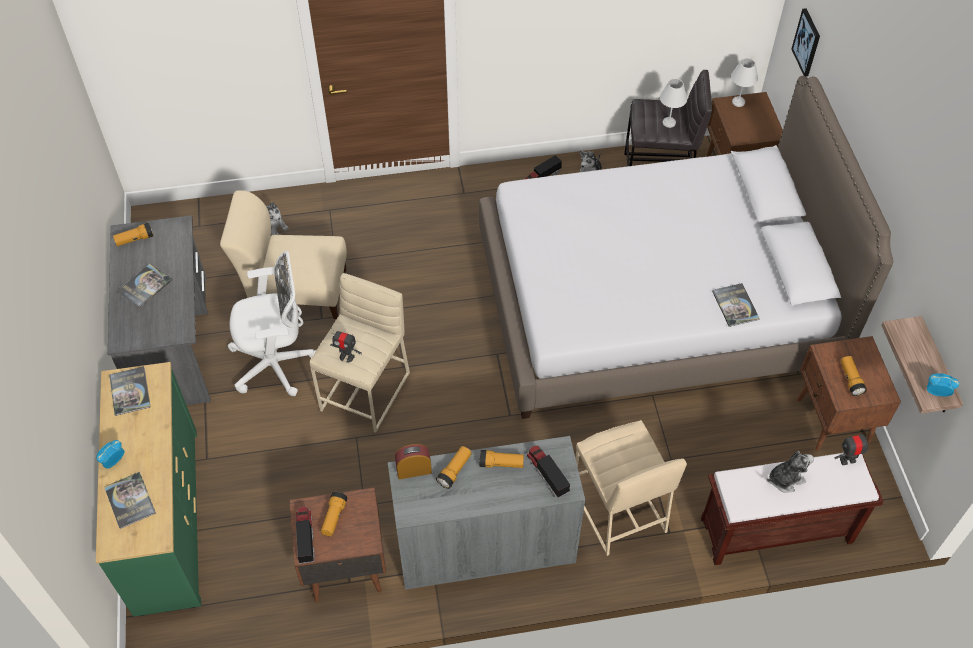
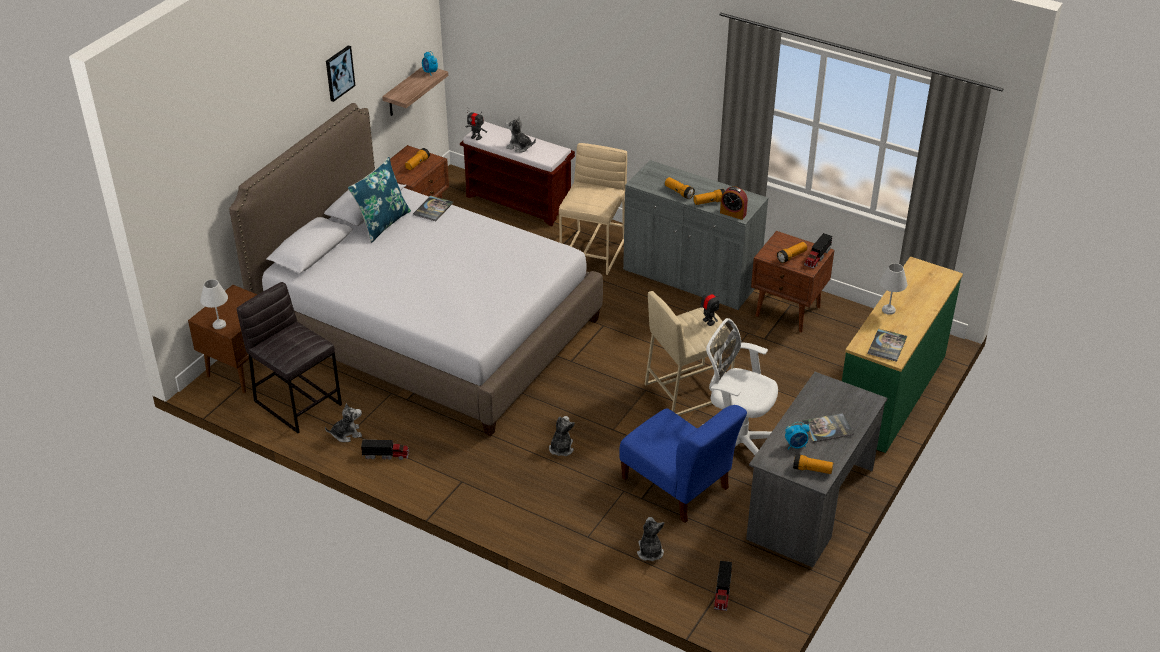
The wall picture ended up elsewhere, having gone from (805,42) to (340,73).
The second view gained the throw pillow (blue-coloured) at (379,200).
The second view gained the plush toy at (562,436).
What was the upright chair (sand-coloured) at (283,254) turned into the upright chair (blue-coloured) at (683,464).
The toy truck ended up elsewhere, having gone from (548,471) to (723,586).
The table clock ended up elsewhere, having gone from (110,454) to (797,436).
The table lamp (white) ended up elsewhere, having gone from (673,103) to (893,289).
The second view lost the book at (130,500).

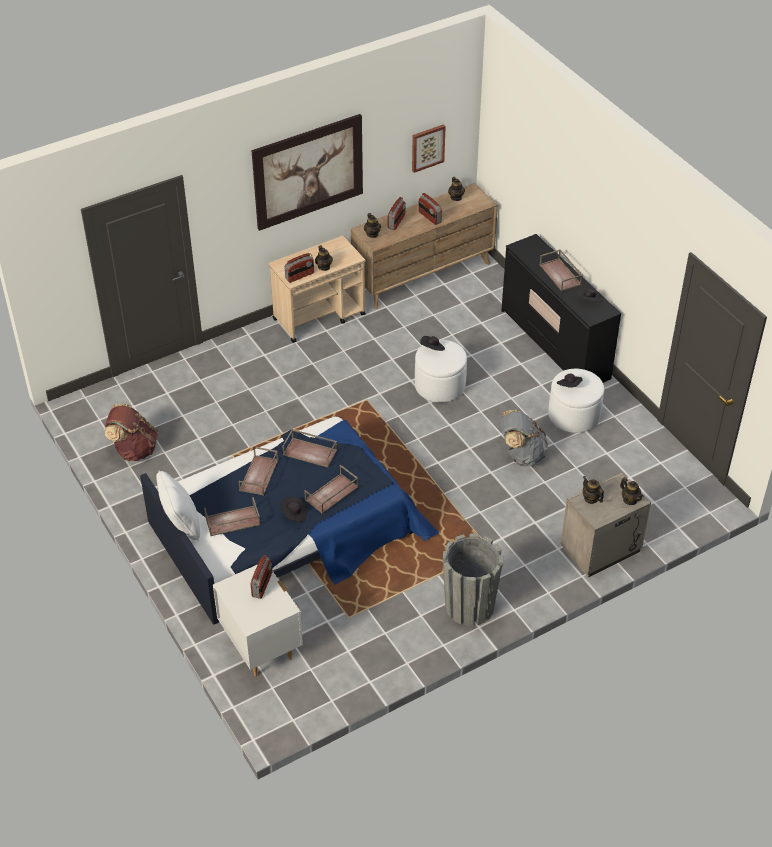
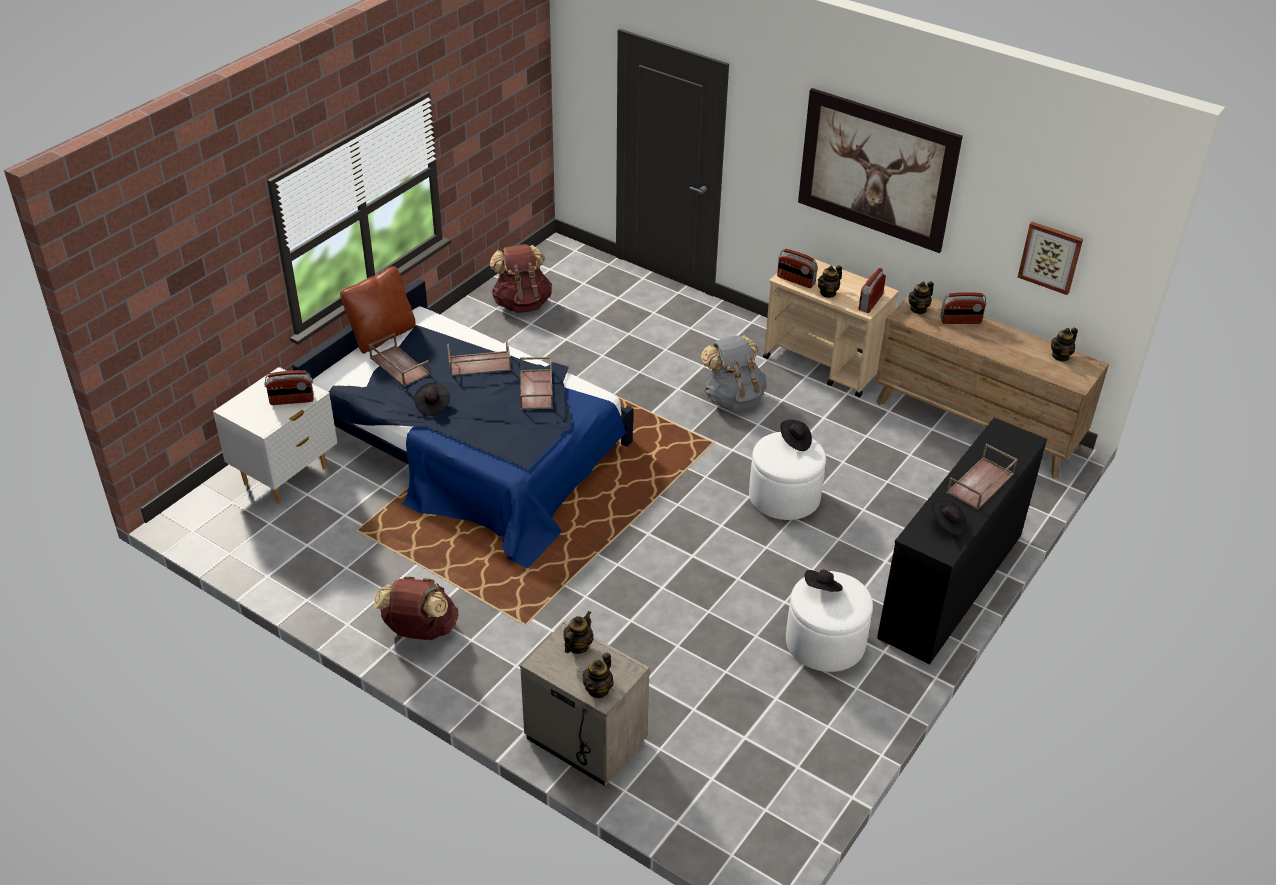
What was the throw pillow (white) at (178,506) turned into the throw pillow (brownish) at (378,310).
Where the planter (greyish) stood at (473,579), the rucksack (brownish) came to stand at (416,608).
The rucksack (greyish) ended up elsewhere, having gone from (524,438) to (734,373).
The radio receiver ended up elsewhere, having gone from (430,209) to (872,290).
The second view lost the tray (brownish) at (331,489).

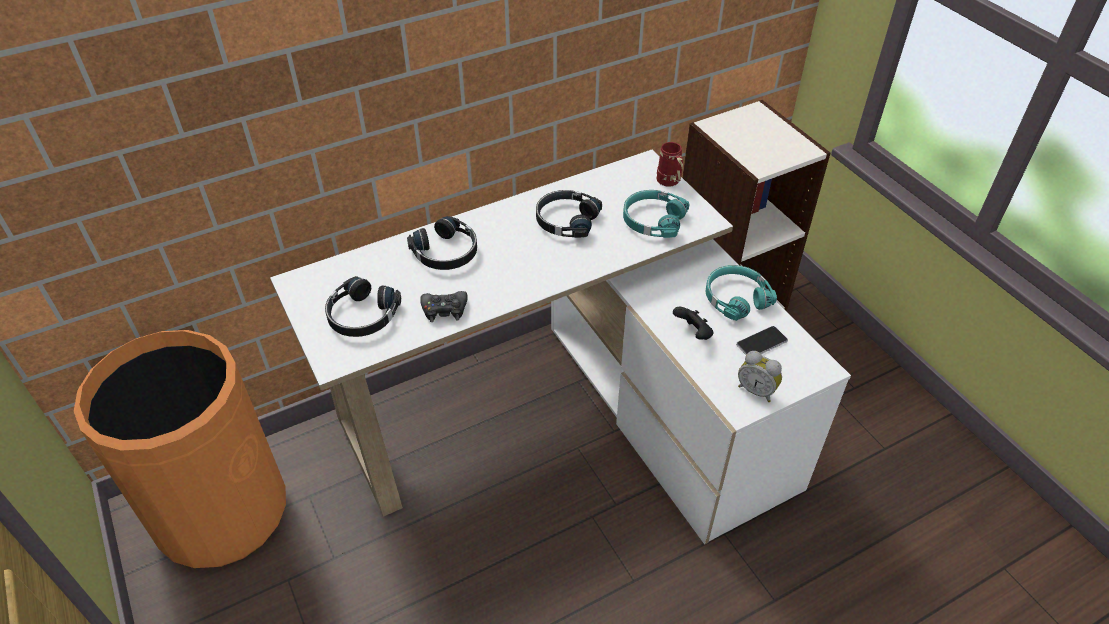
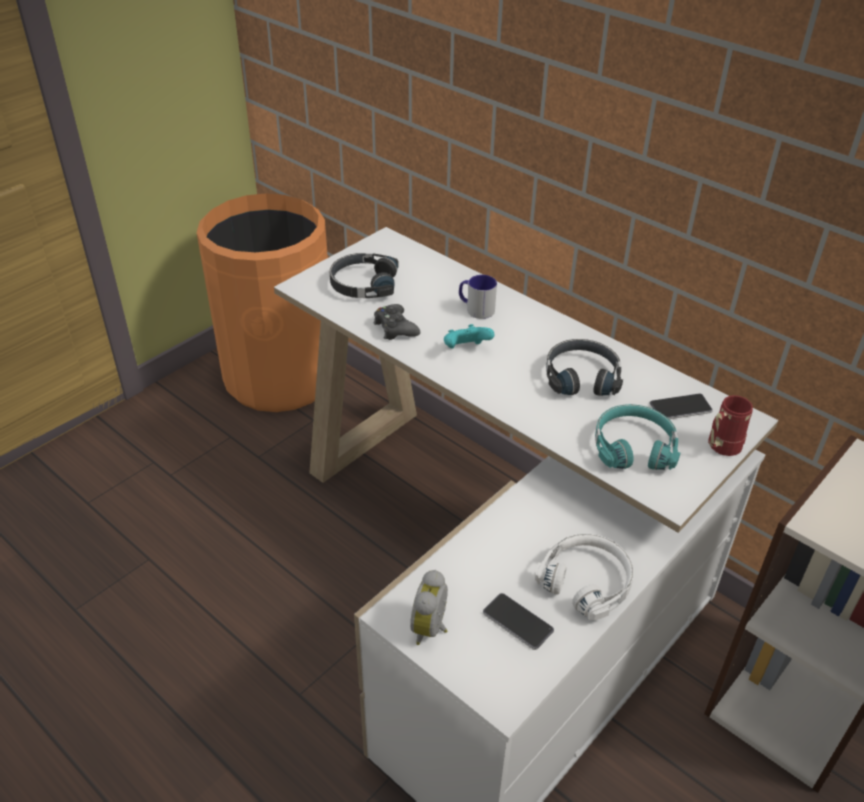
The second view gained the joypad (turquoise) at (469,336).
Where the headset (black) stood at (442,243), the tea mug came to stand at (478,297).
What was the headset (turquoise) at (741,293) turned into the headset (white) at (584,577).
The second view gained the phone at (681,406).
The second view lost the joypad (black) at (693,323).

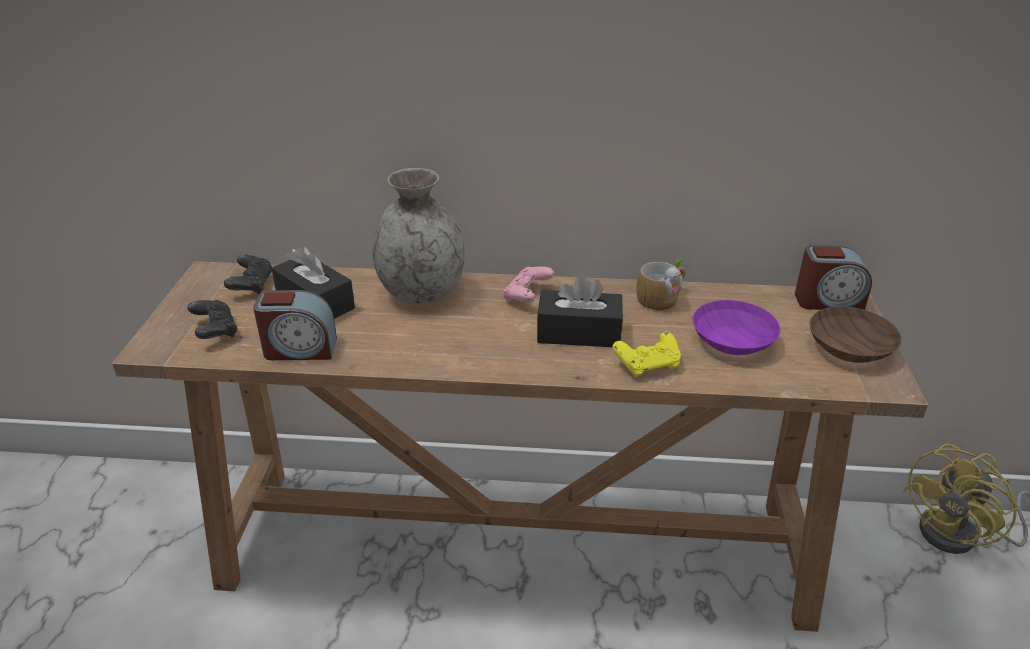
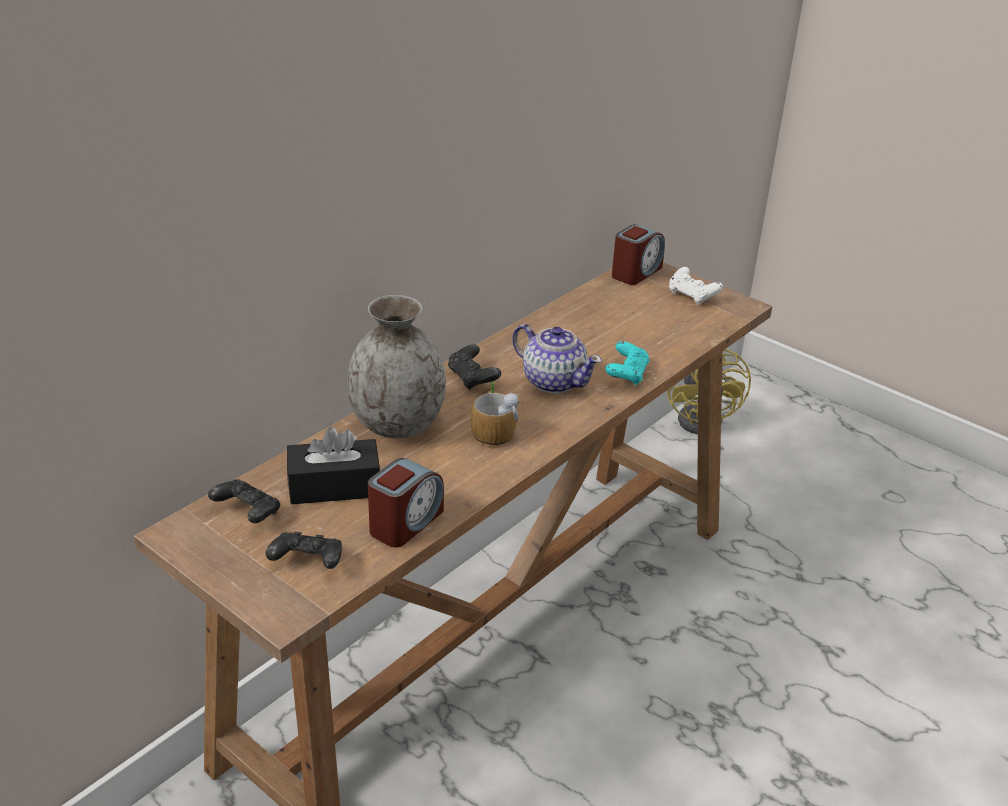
What was the joypad (pinkish) at (528,285) turned into the joypad (black) at (474,367).
The tea mug ended up elsewhere, having gone from (660,284) to (495,414).
Where the tissue box (black) stood at (580,311), the pot for tea came to stand at (557,358).
What was the joypad (yellowish) at (647,354) turned into the joypad (turquoise) at (627,363).
Where the serving bowl (brownish) stood at (855,335), the joypad (white) came to stand at (696,286).
The second view lost the serving bowl (purple-coloured) at (736,327).

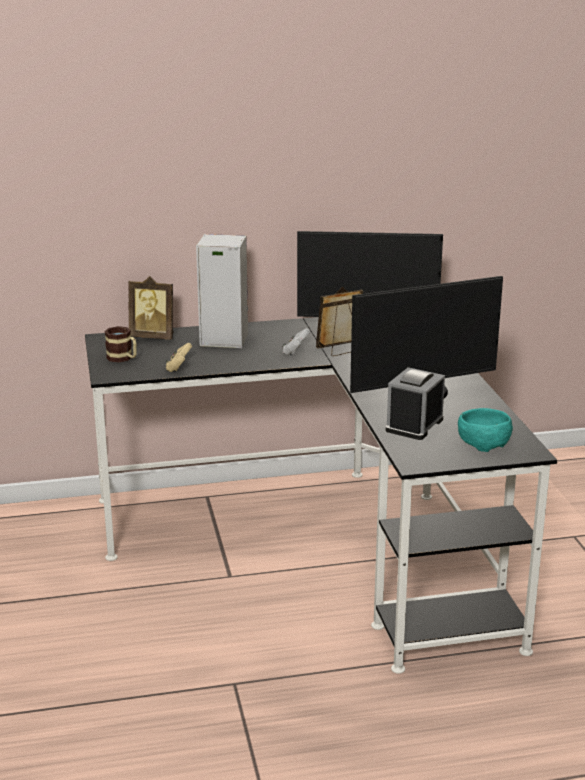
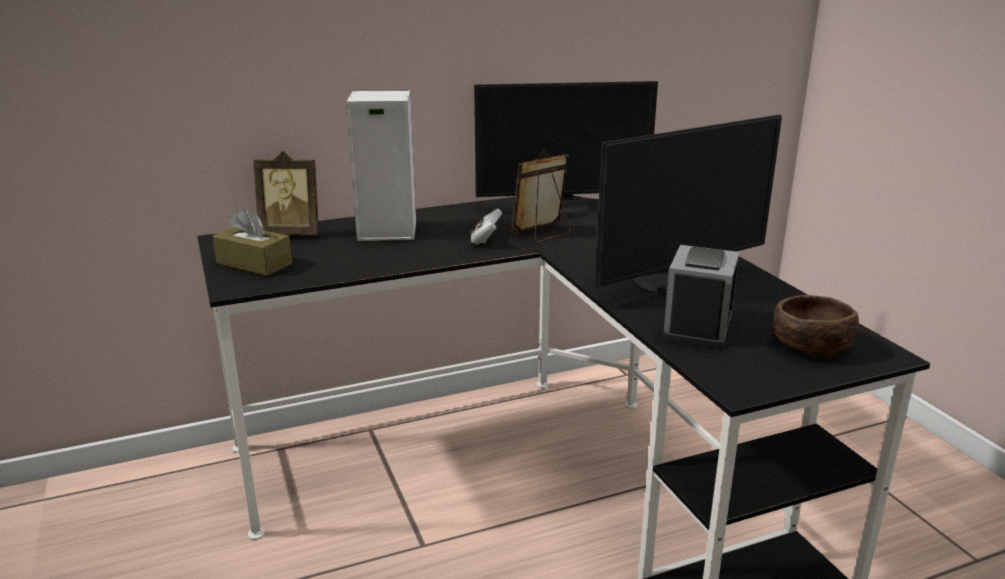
Where the tea mug stood at (121,344), the tissue box (brownish) came to stand at (252,242).
What was the serving bowl (turquoise) at (485,430) turned into the serving bowl (brownish) at (816,327).
The second view lost the joypad (sand-coloured) at (178,357).

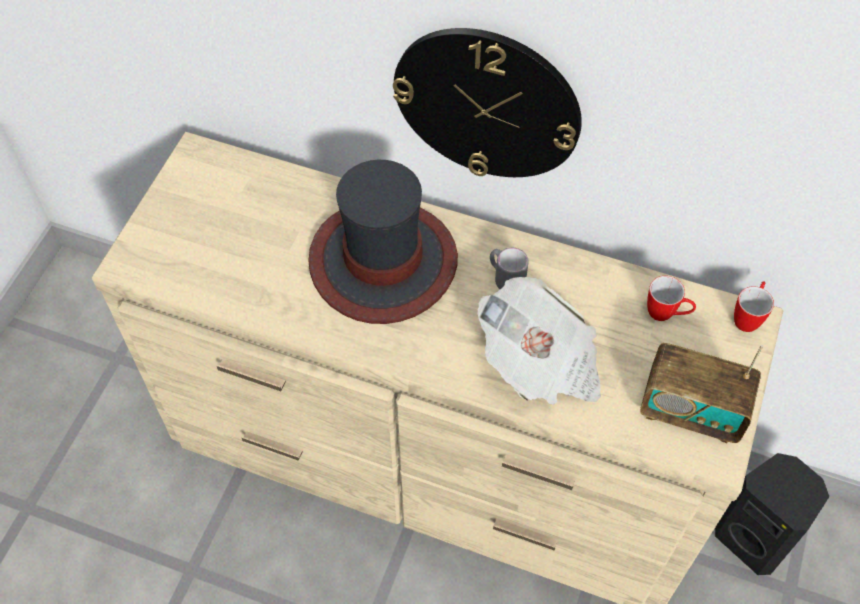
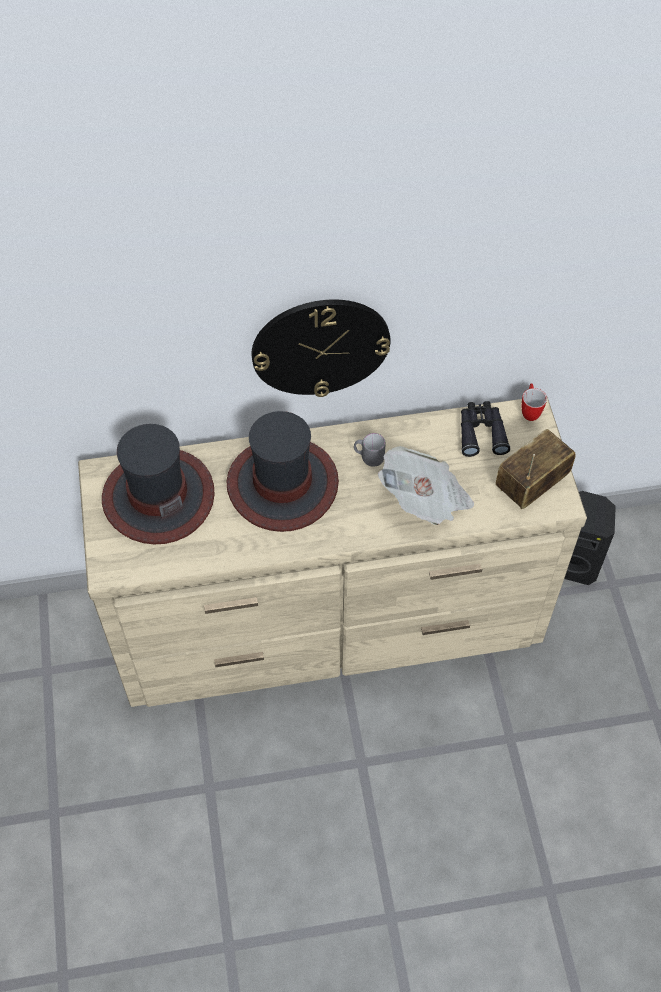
The second view gained the clothing hat at (158,484).
Where the tea mug stood at (671,298), the field glasses (black) came to stand at (485,429).
The radio receiver at (701,393) ended up facing another way, 150 degrees clockwise from before.

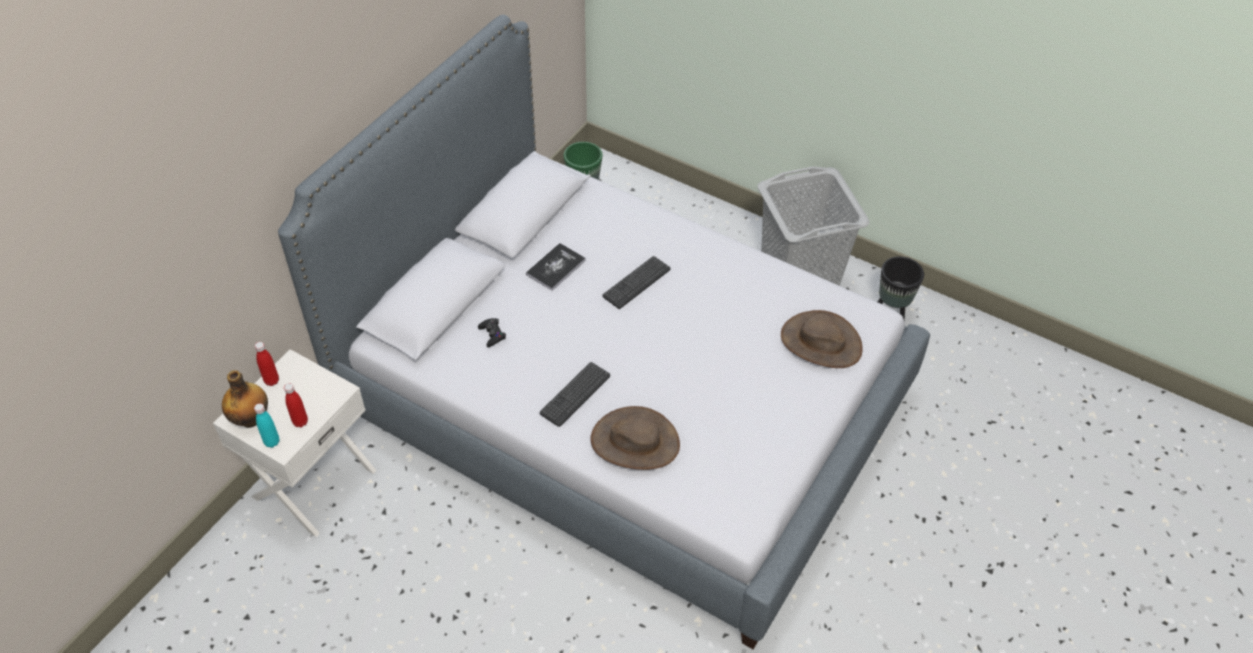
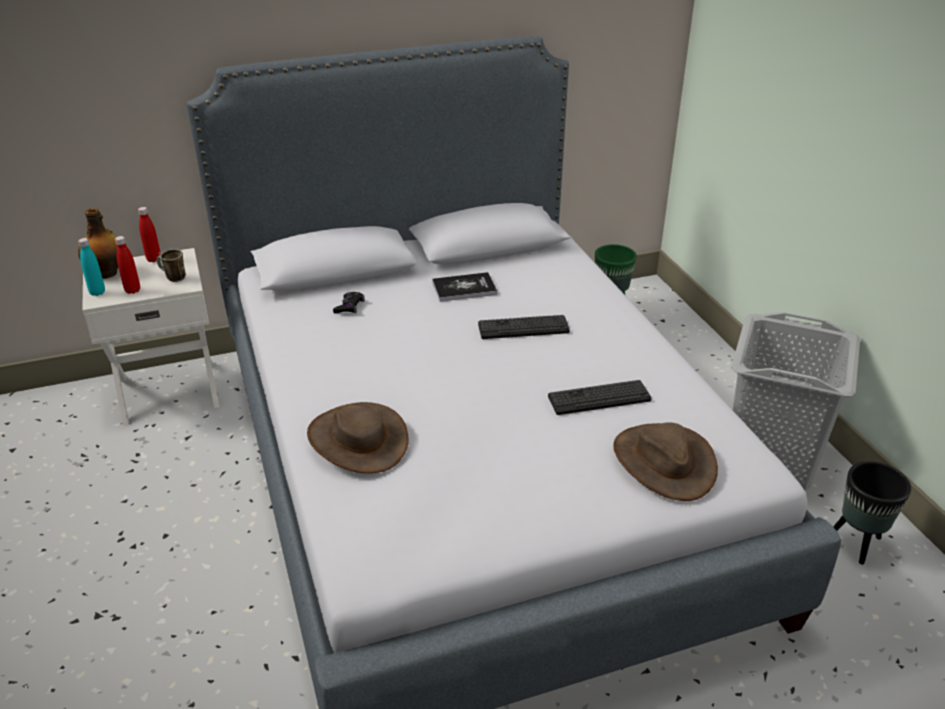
The second view gained the tea mug at (171,265).
The computer keyboard ended up elsewhere, having gone from (575,394) to (600,397).

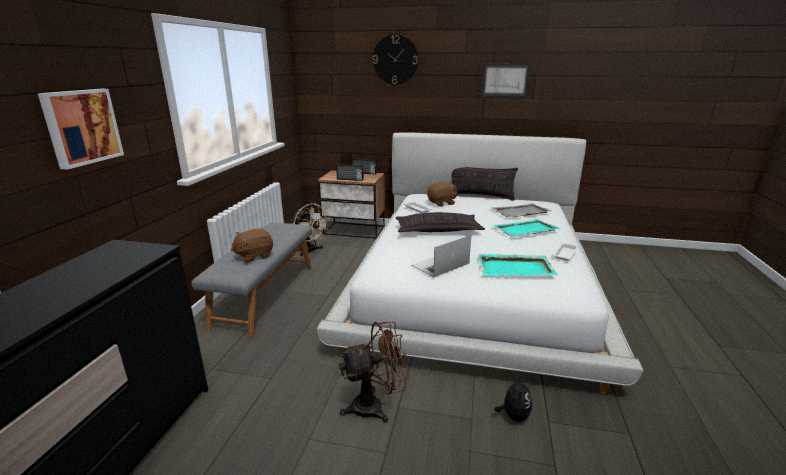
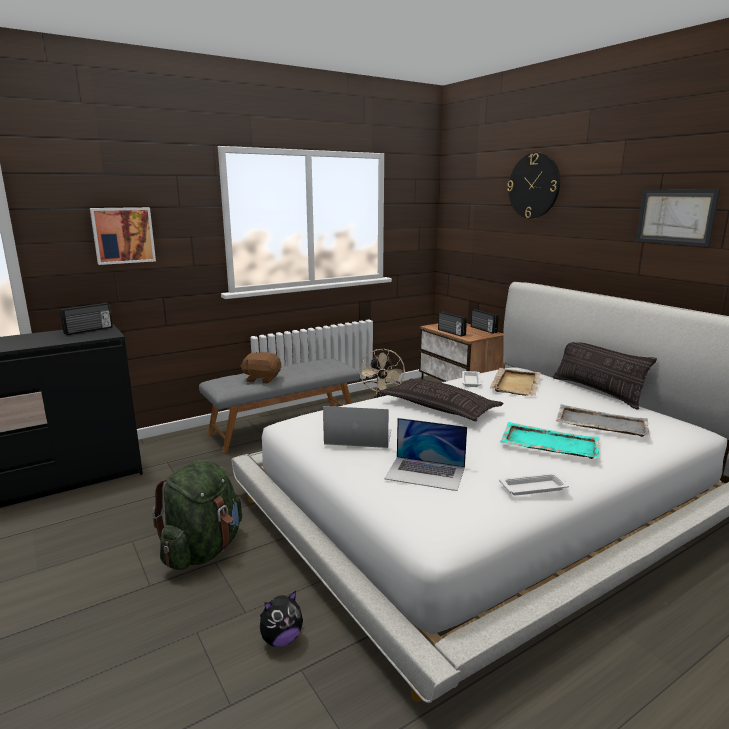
The second view gained the radio receiver at (86,319).
Where the fan (brownish) stood at (374,372), the rucksack (greenish) came to stand at (197,515).
Where the tray (turquoise) stood at (518,265), the portable computer came to stand at (425,454).
Where the plush toy (brownish) stood at (442,194), the tray (sand-coloured) came to stand at (515,382).

